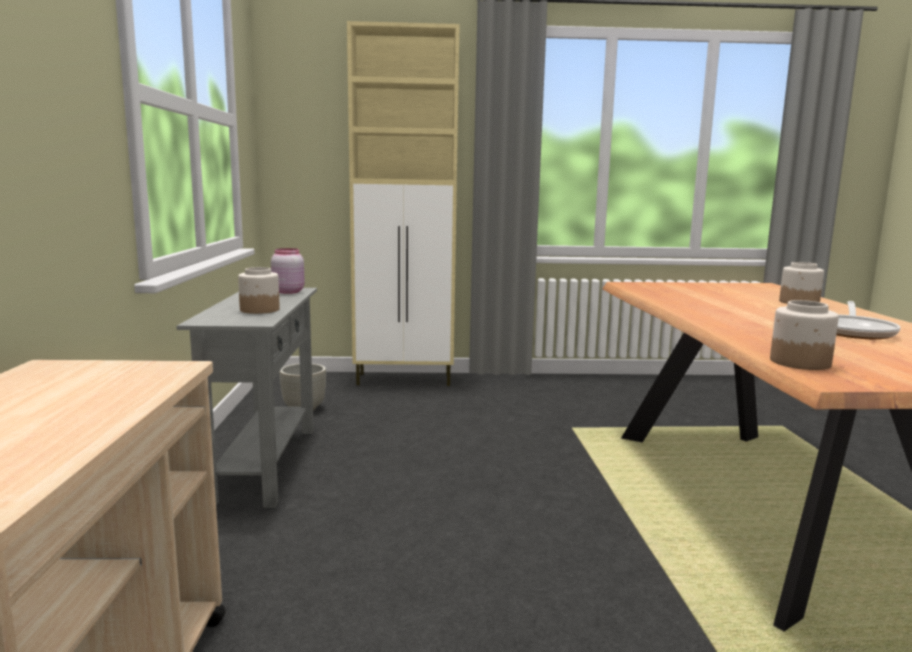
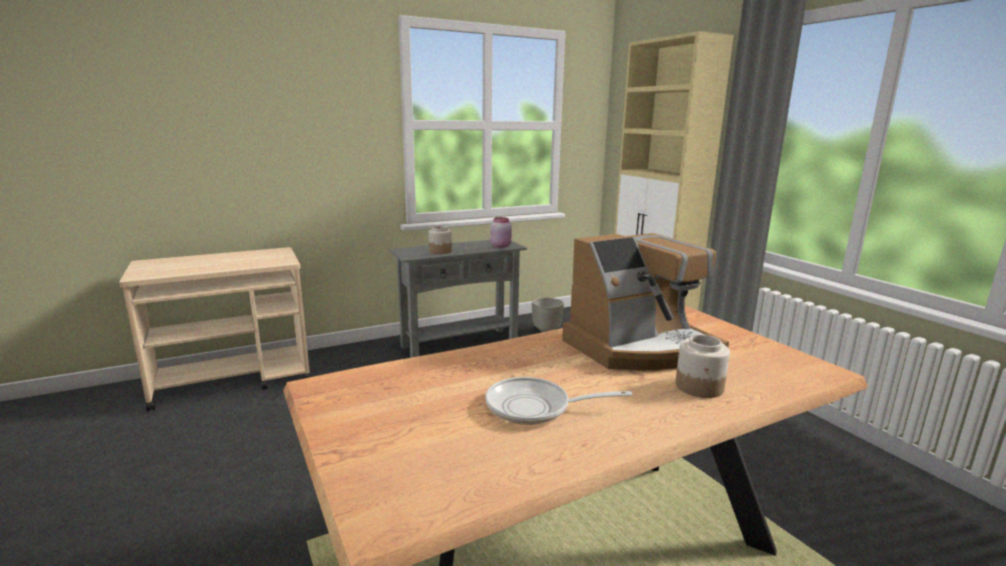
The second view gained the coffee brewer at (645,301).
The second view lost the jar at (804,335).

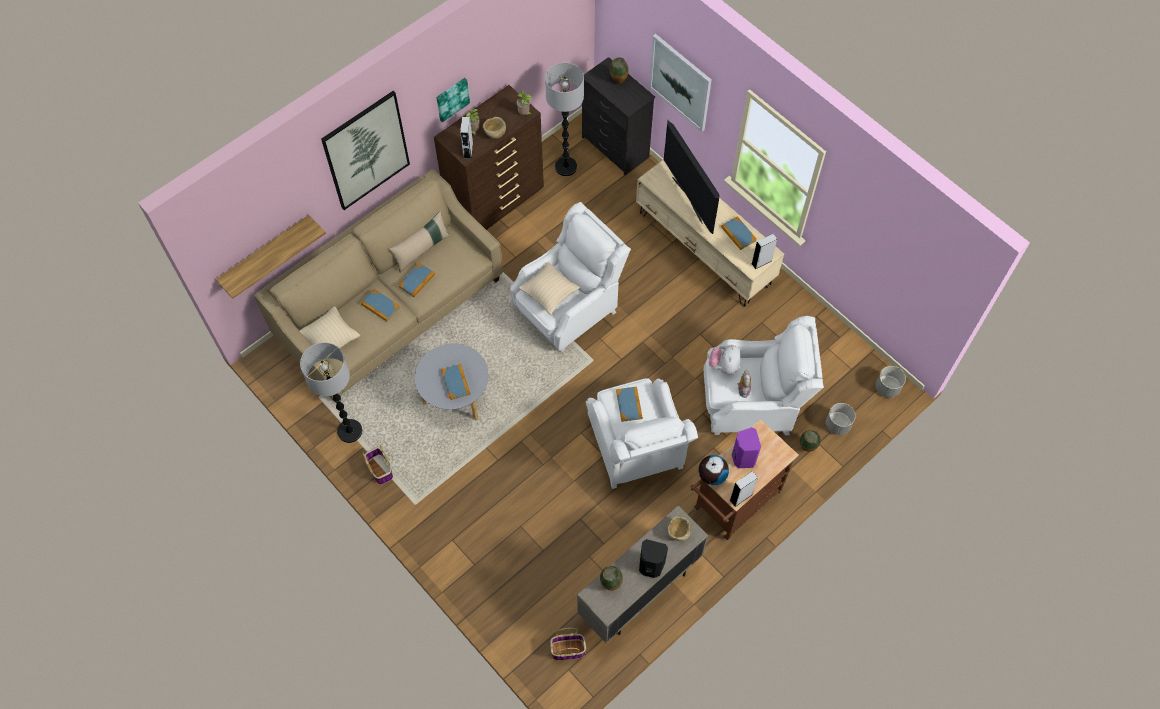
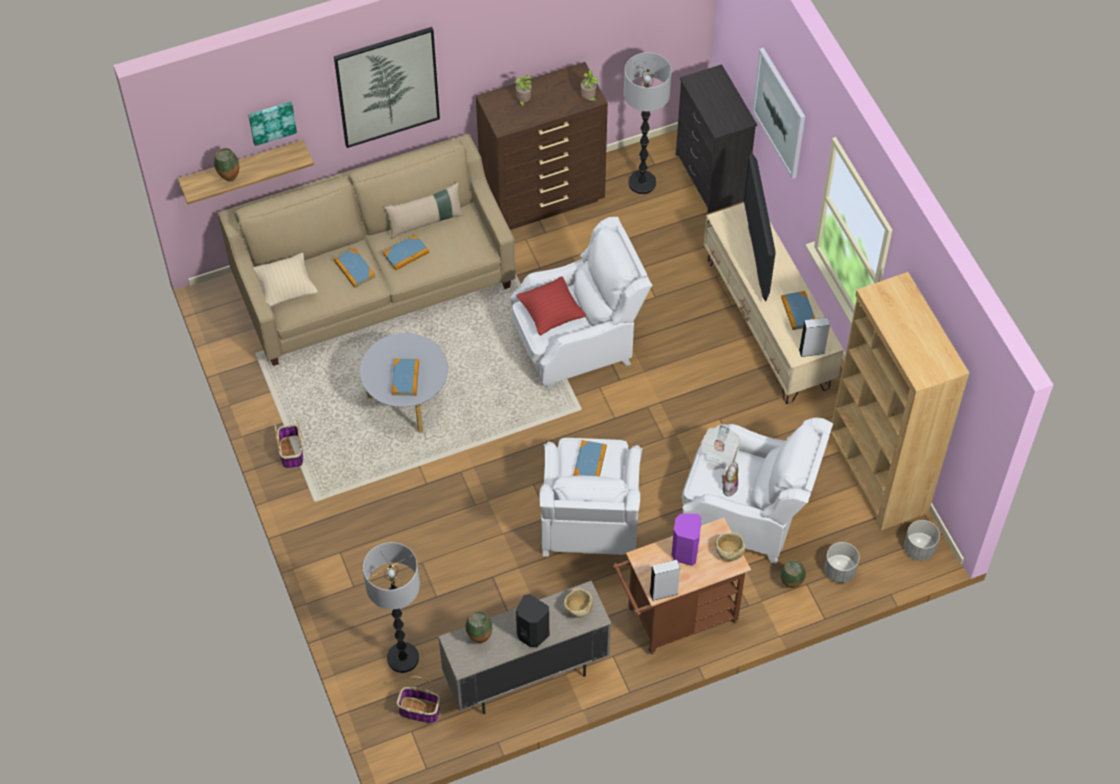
The vase ended up elsewhere, having gone from (619,70) to (226,165).
The wall picture ended up elsewhere, having gone from (453,100) to (272,124).
The floor lamp ended up elsewhere, having gone from (331,392) to (391,607).
What was the throw pillow (sand-coloured) at (549,288) turned into the throw pillow (red-coloured) at (551,305).
Where the plush toy stood at (724,360), the printed paper came to stand at (721,447).
The serving bowl (sand-coloured) ended up elsewhere, having gone from (494,128) to (730,546).
The second view gained the bookshelf (brownish) at (899,401).
The second view lost the speaker (greyish) at (466,138).
The second view lost the globe at (713,470).

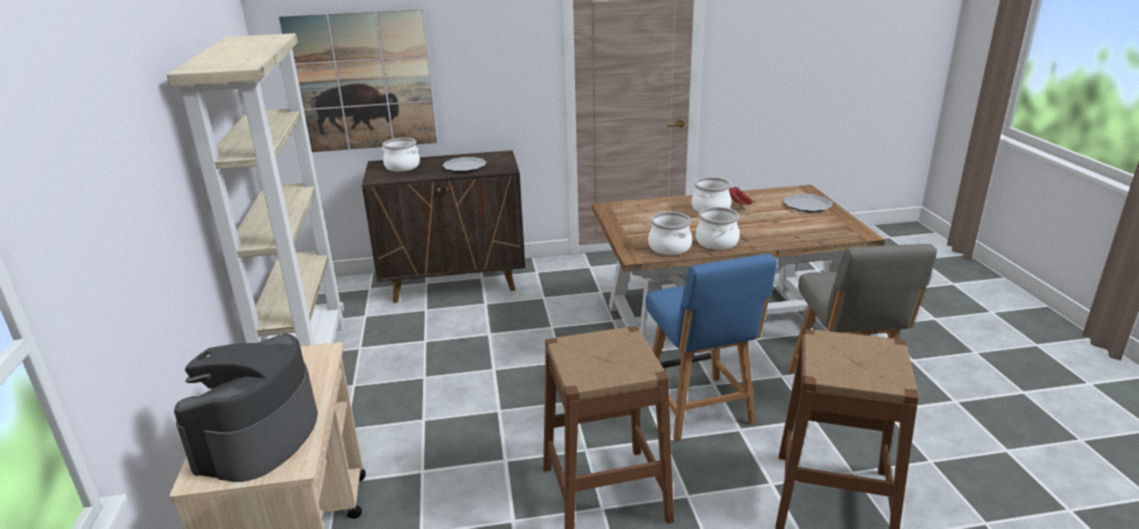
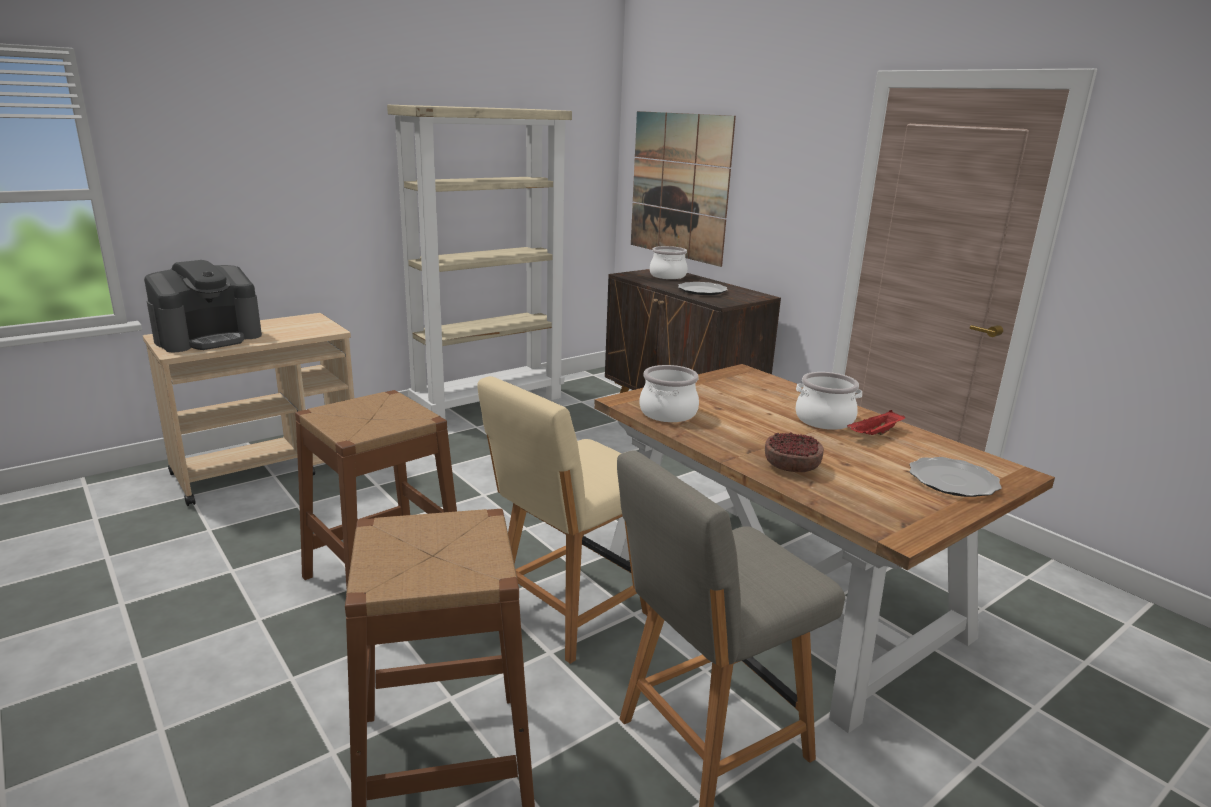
The coffee brewer at (246,408) ended up facing another way, 150 degrees clockwise from before.
What was the upright chair (blue-coloured) at (711,348) turned into the upright chair (sand-coloured) at (564,520).
The second view gained the serving bowl at (794,452).
The second view lost the cooking pot at (718,228).

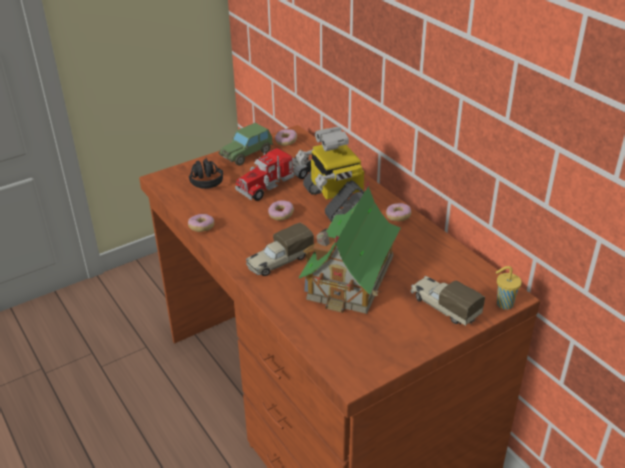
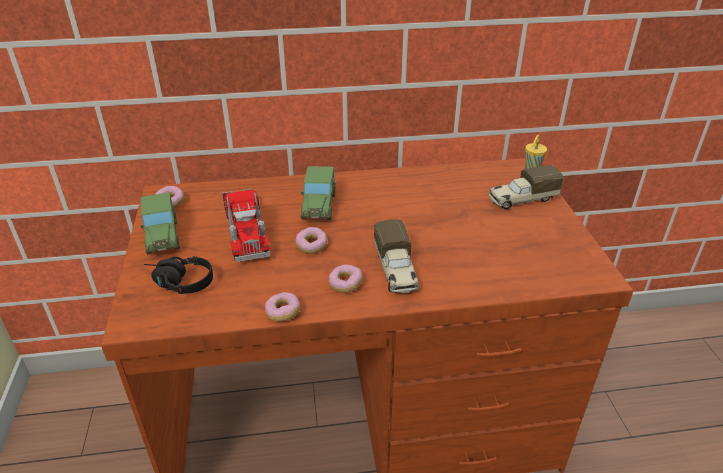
Where the model robot stood at (330,174), the model car came to stand at (318,193).
The donut ended up elsewhere, having gone from (398,212) to (346,278).
The second view lost the toy house at (350,247).

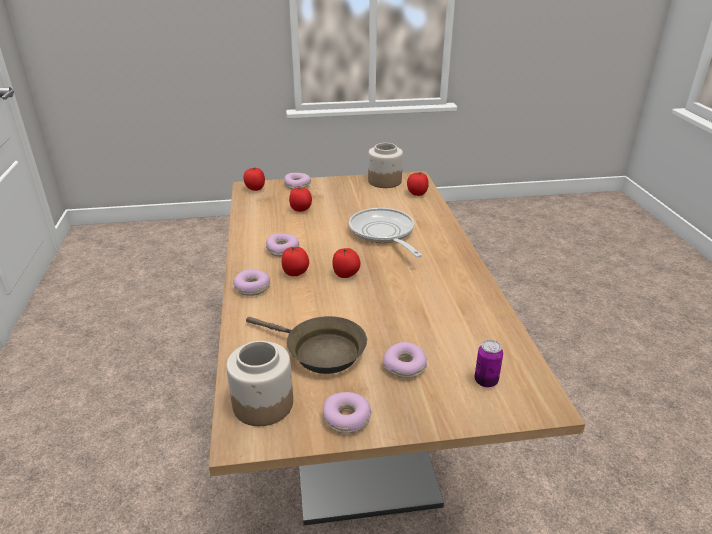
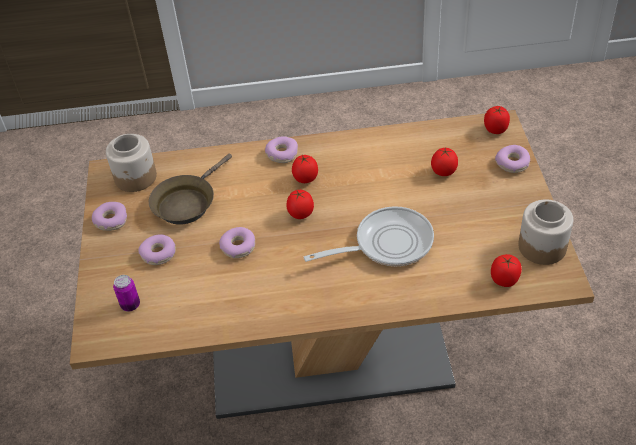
The donut ended up elsewhere, having gone from (282,245) to (237,242).

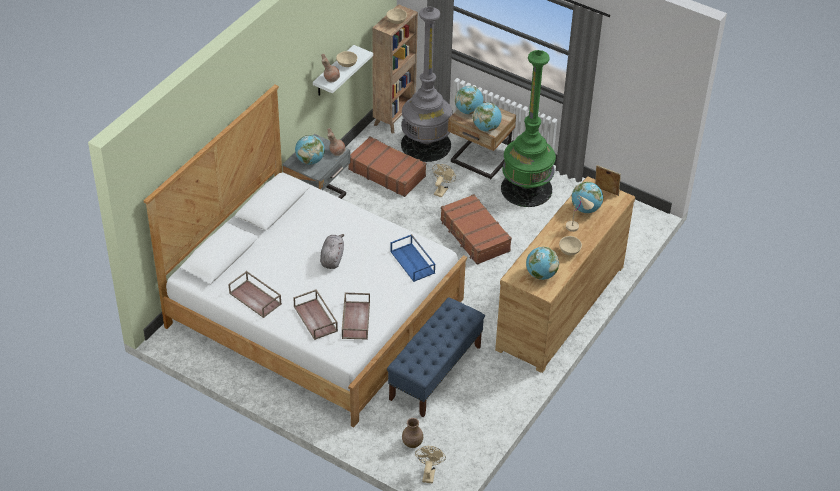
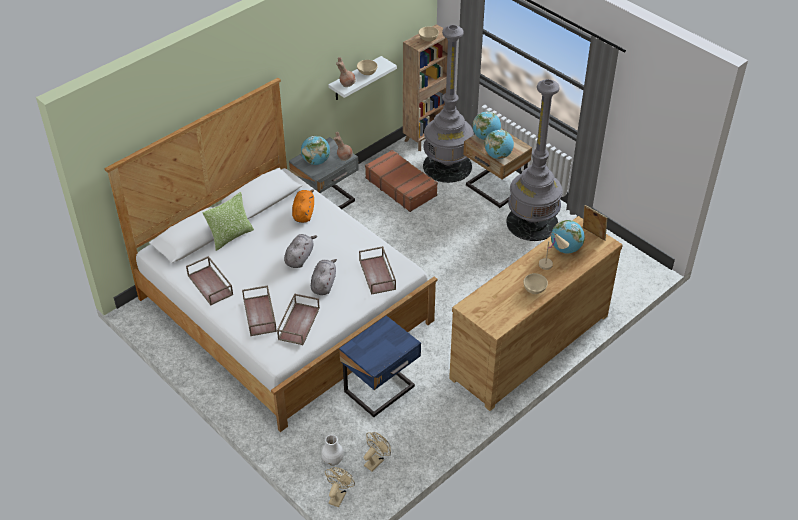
The second view gained the throw pillow at (228,221).
The second view gained the plush toy (orange) at (303,206).
The second view gained the plush toy (greyish) at (324,277).
What was the vase (brownish) at (412,433) turned into the vase (white) at (332,450).
Where the bench (blue-coloured) stood at (436,357), the nightstand (blue-coloured) came to stand at (380,366).
What was the tray (blue-coloured) at (412,258) turned into the tray (brownish) at (377,270).
The fan (sand-coloured) ended up elsewhere, having gone from (444,181) to (377,451).
What was the floor lamp (greenish) at (528,128) turned into the floor lamp (greyish) at (534,160).
The second view lost the suitcase (brownish) at (476,229).
The second view lost the globe at (542,263).

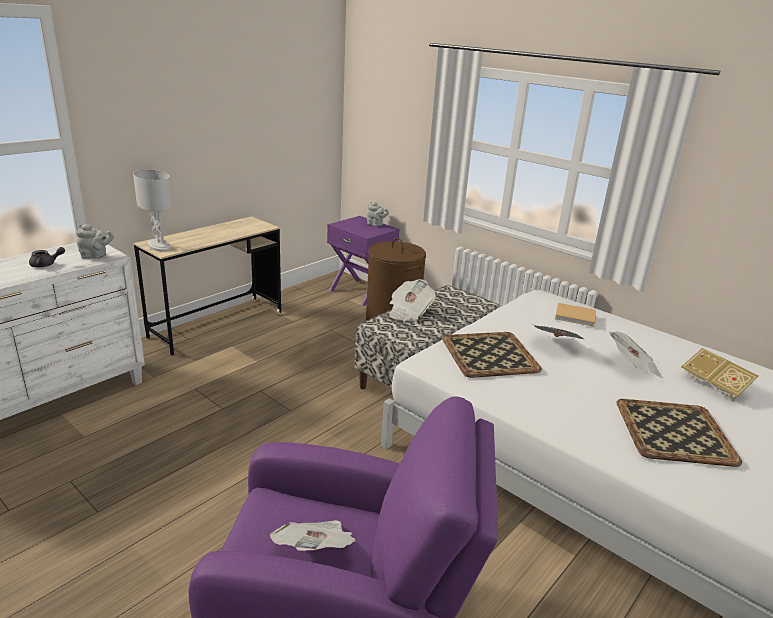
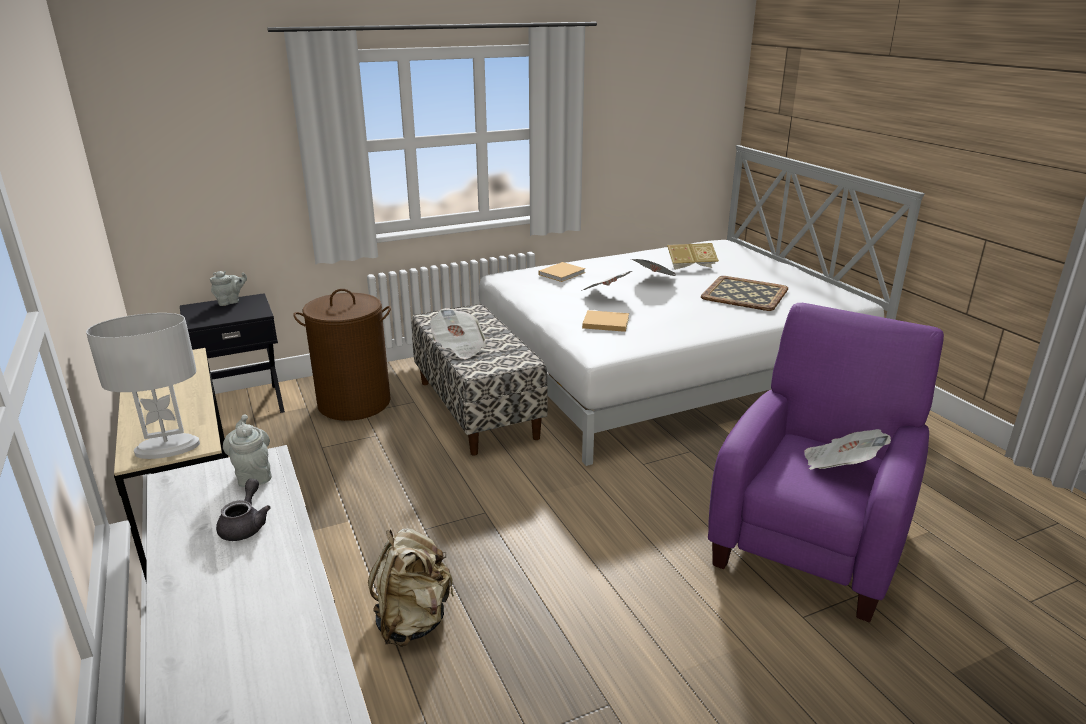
What was the nightstand (purple-coloured) at (363,261) turned into the nightstand (black) at (232,353).
The pot for tea (greyish) at (95,241) ended up facing another way, 45 degrees counterclockwise from before.
The second view gained the rucksack (sand-coloured) at (411,587).
Where the tray stood at (492,355), the book (sand-coloured) came to stand at (605,321).

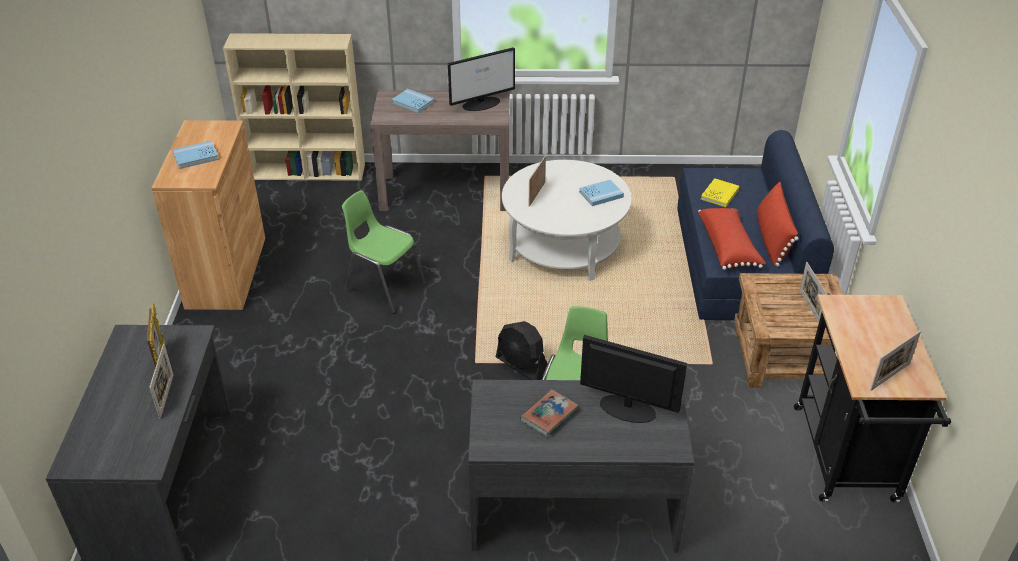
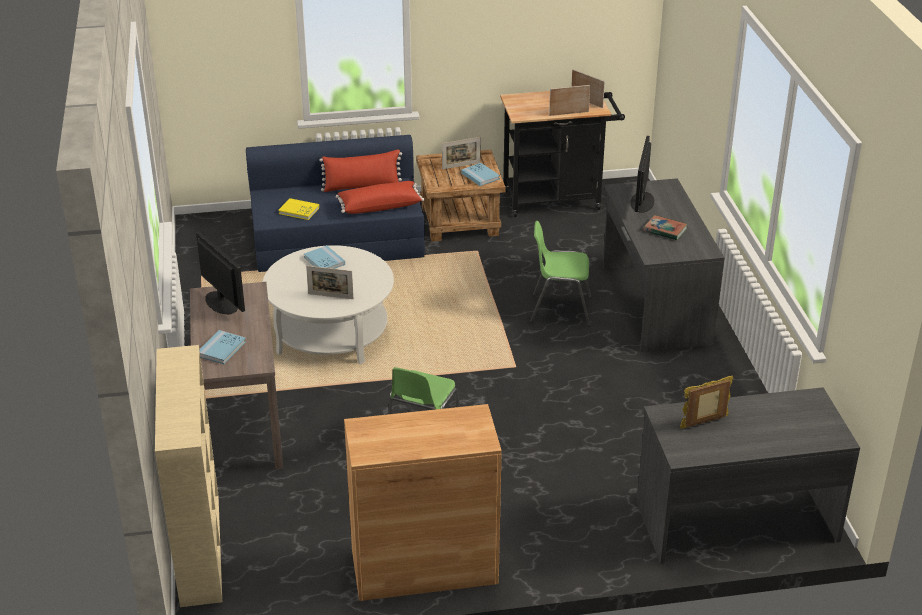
The book (blue-coloured) ended up elsewhere, having gone from (196,155) to (480,174).
The photo frame ended up elsewhere, having gone from (161,381) to (569,100).
The second view lost the fan (black) at (522,350).

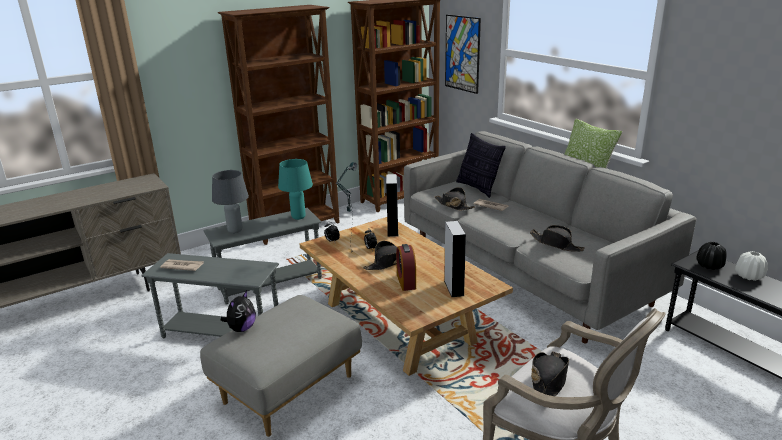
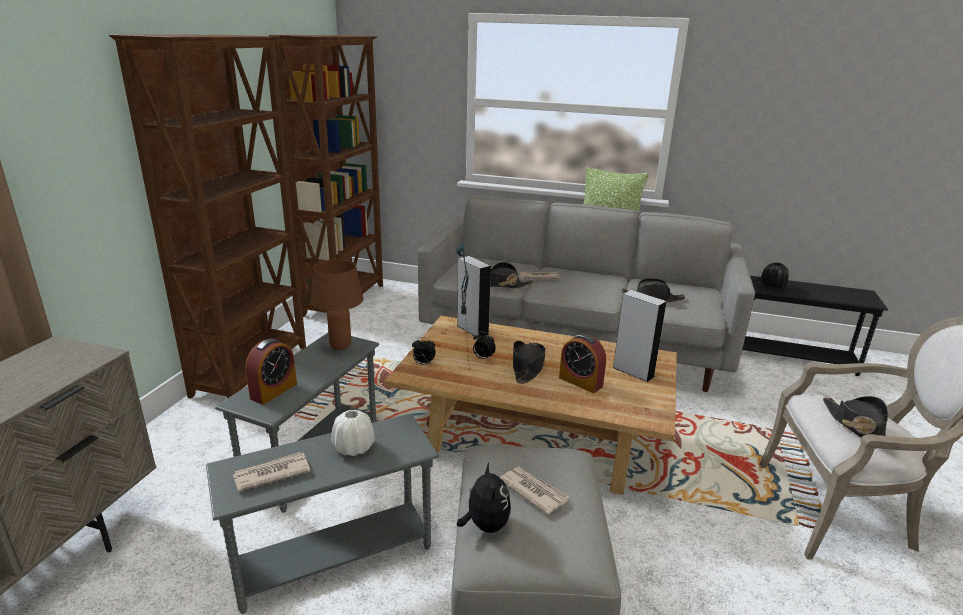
Where the table lamp (greyish) stood at (230,201), the table clock came to stand at (271,371).
What was the table lamp (turquoise) at (295,189) turned into the table lamp (brownish) at (337,304).
The vase (white) ended up elsewhere, having gone from (751,266) to (353,433).
The second view gained the printed paper at (534,490).
The second view lost the wall picture at (463,54).
The second view lost the throw pillow at (481,165).

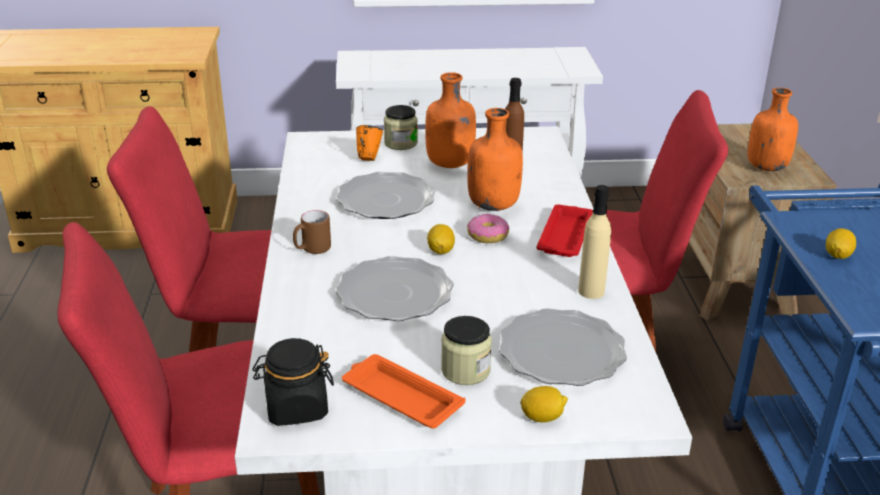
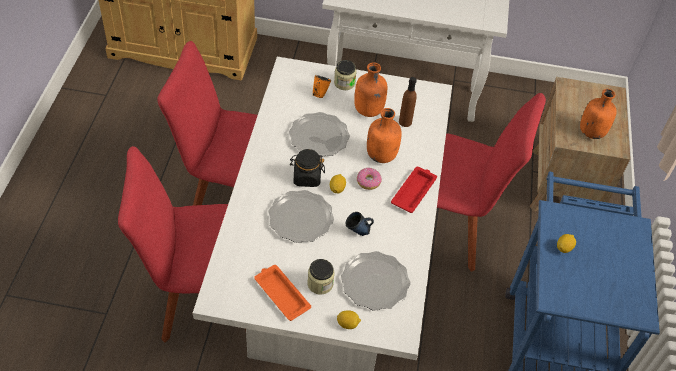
The jar (black) ended up elsewhere, having gone from (293,382) to (307,168).
The second view gained the tea mug (blue-coloured) at (360,224).
The second view lost the tea mug (brownish) at (312,232).
The second view lost the beverage bottle (sand-coloured) at (594,242).

